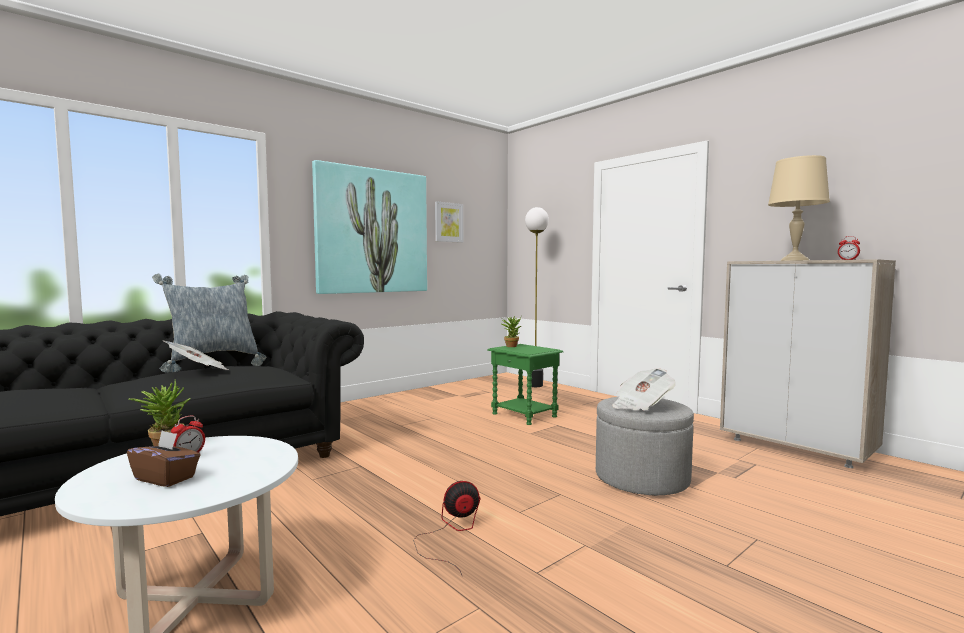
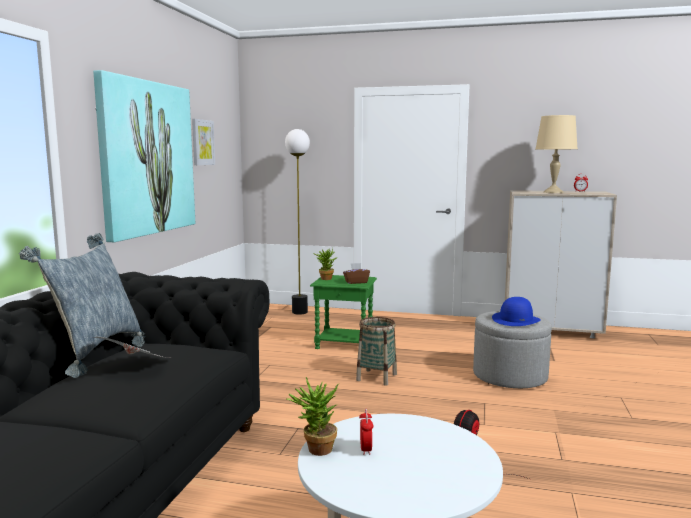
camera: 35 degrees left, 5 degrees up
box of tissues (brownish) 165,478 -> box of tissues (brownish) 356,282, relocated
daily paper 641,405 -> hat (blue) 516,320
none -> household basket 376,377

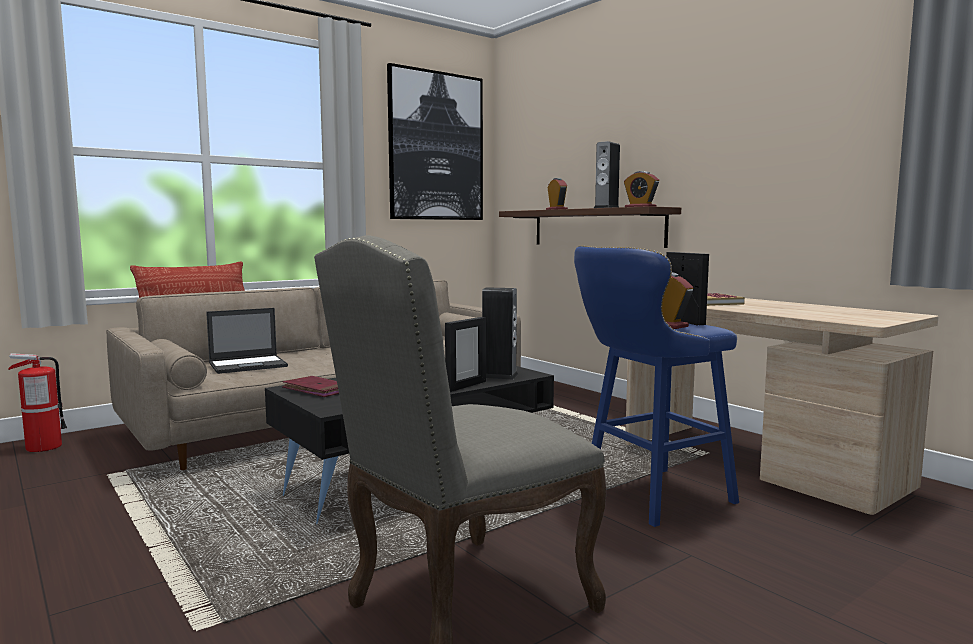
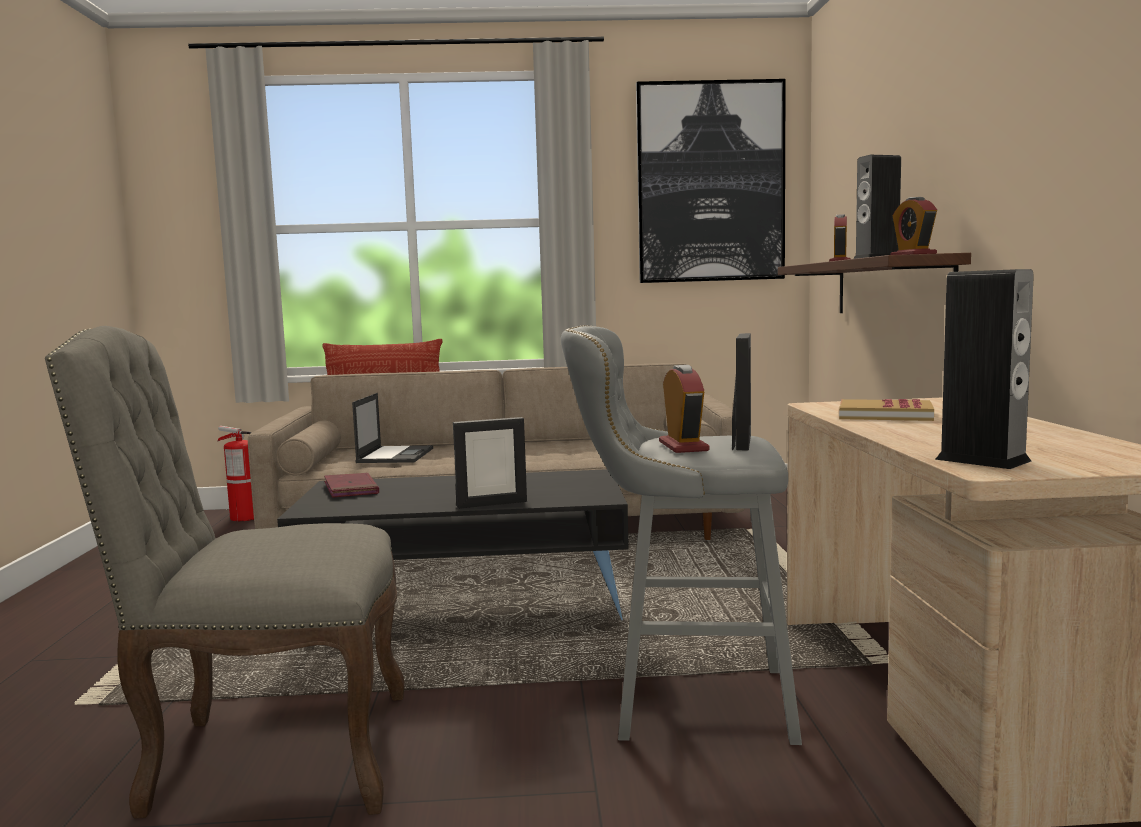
camera: 35 degrees right, 0 degrees up
portable computer 249,365 -> portable computer 395,455, 90 degrees counterclockwise
loudspeaker 499,376 -> loudspeaker 982,460, relocated
stool (blue) 645,498 -> stool (greyish) 677,701

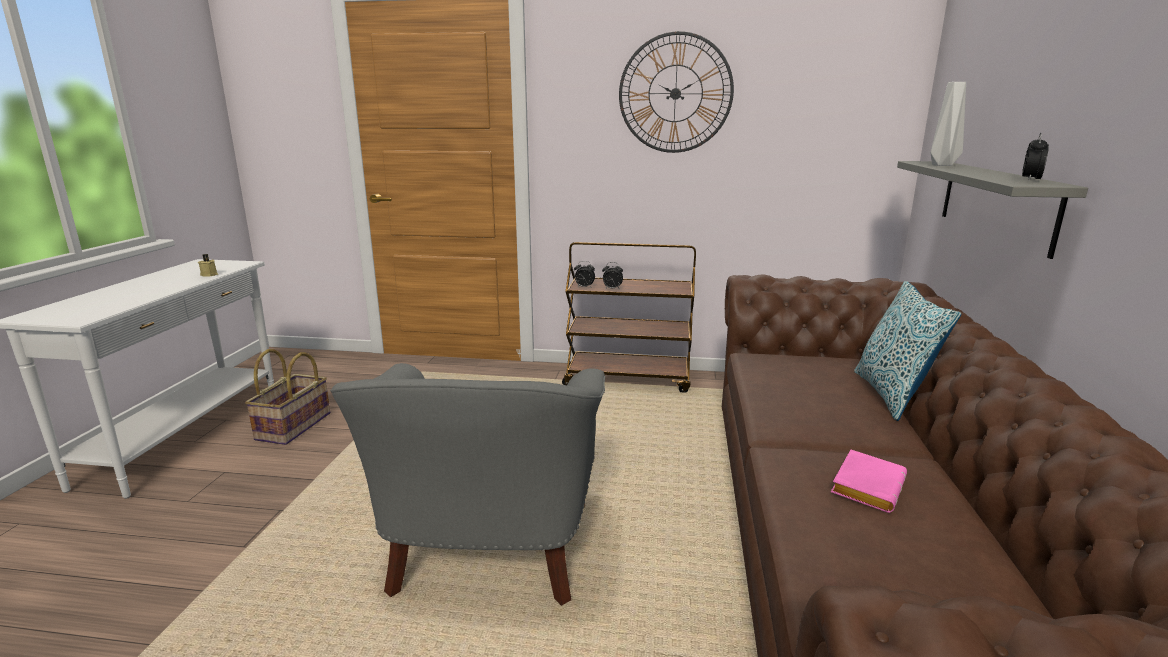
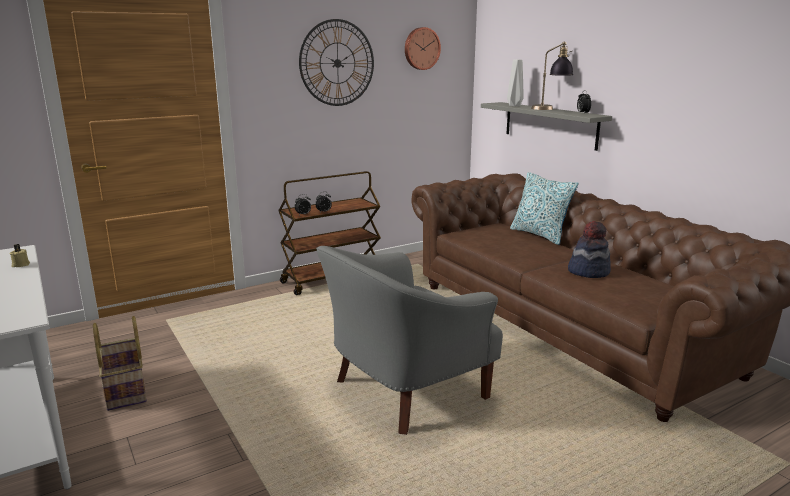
camera: 40 degrees left, 0 degrees up
easy chair (greyish) 489,552 -> easy chair (greyish) 403,391, 90 degrees clockwise
volume (pink) 865,485 -> hat 588,271
none -> hanging clock 421,48
none -> tabletop lamp 550,109

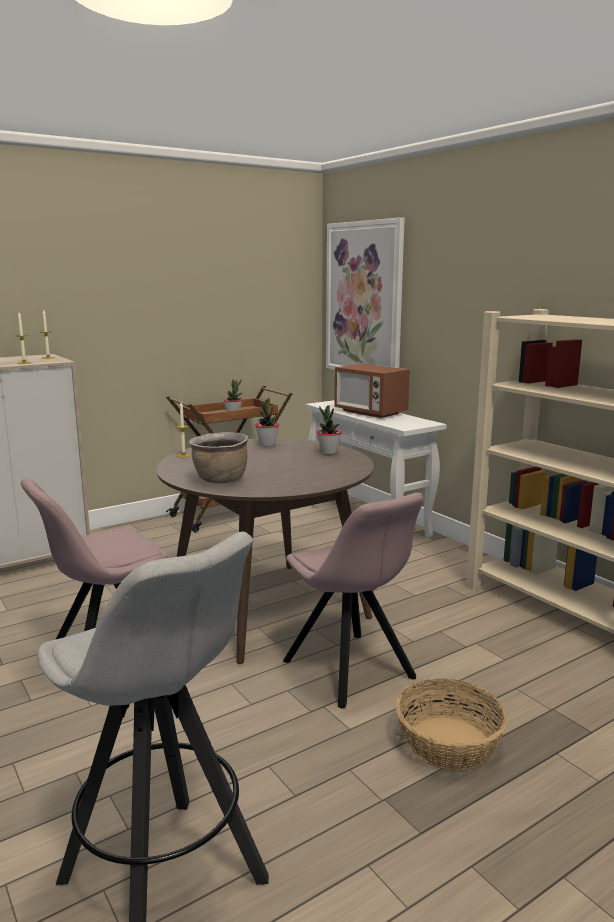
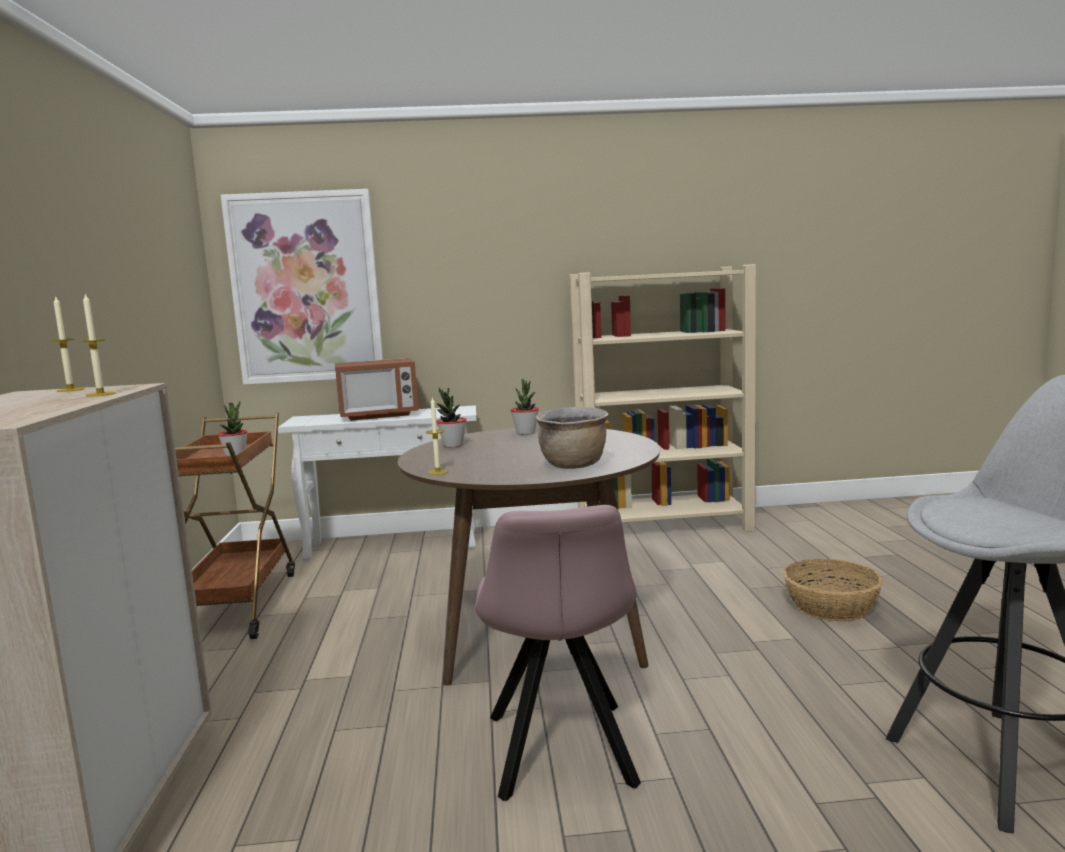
camera: 60 degrees left, 5 degrees down
plain chair (pink) 350,669 -> none

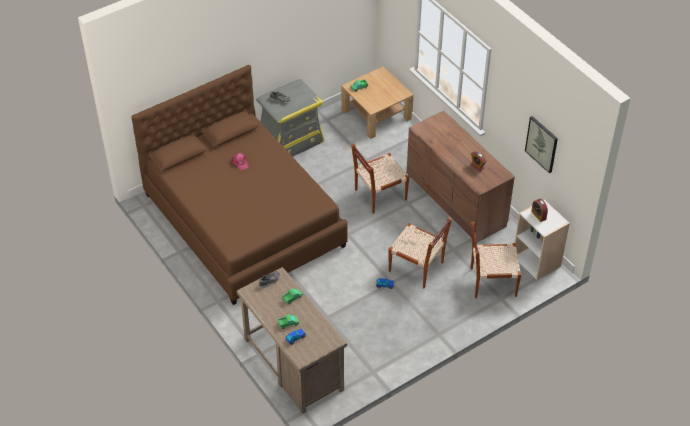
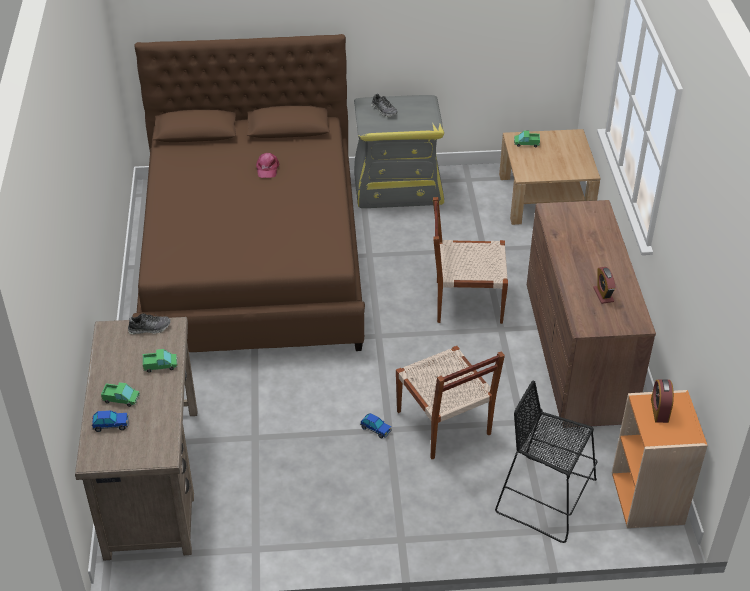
camera: 30 degrees right, 5 degrees down
plain chair 491,282 -> stool (black) 547,497
bookcase (white) 537,261 -> bookcase (orangey) 648,499
wall picture 542,144 -> none

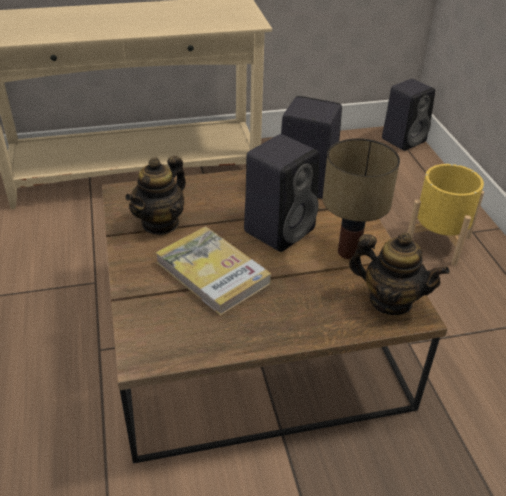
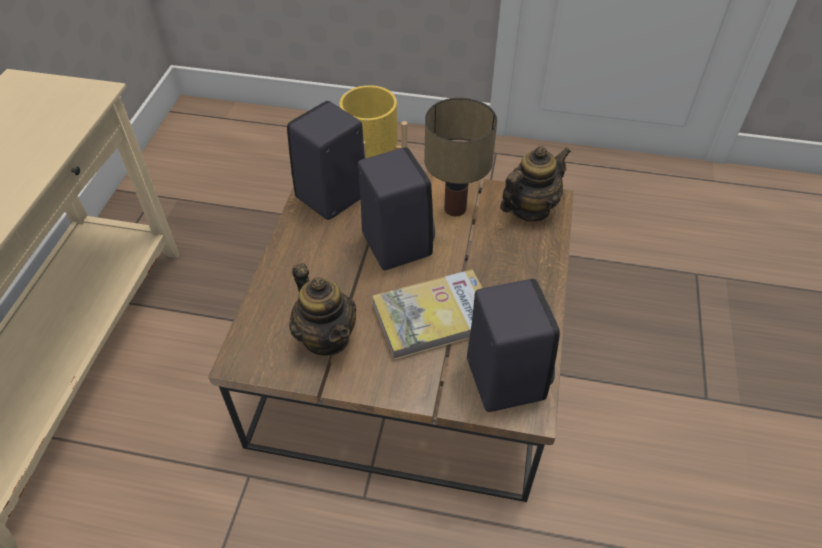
camera: 65 degrees left, 10 degrees up
loudspeaker (black) 404,139 -> loudspeaker (black) 503,376, relocated

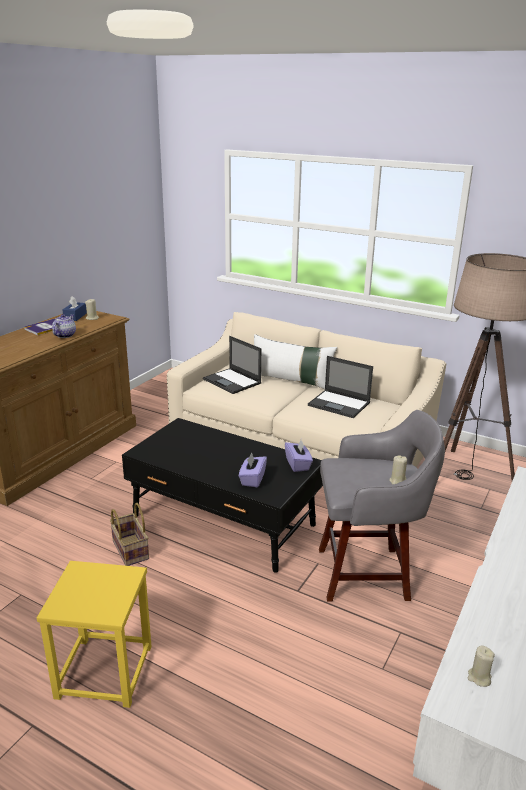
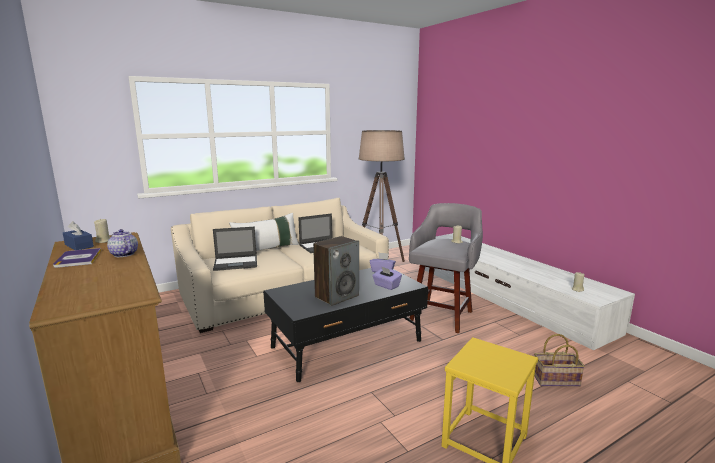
camera: 60 degrees left, 10 degrees down
household basket 129,549 -> household basket 555,380, relocated
none -> loudspeaker 337,296

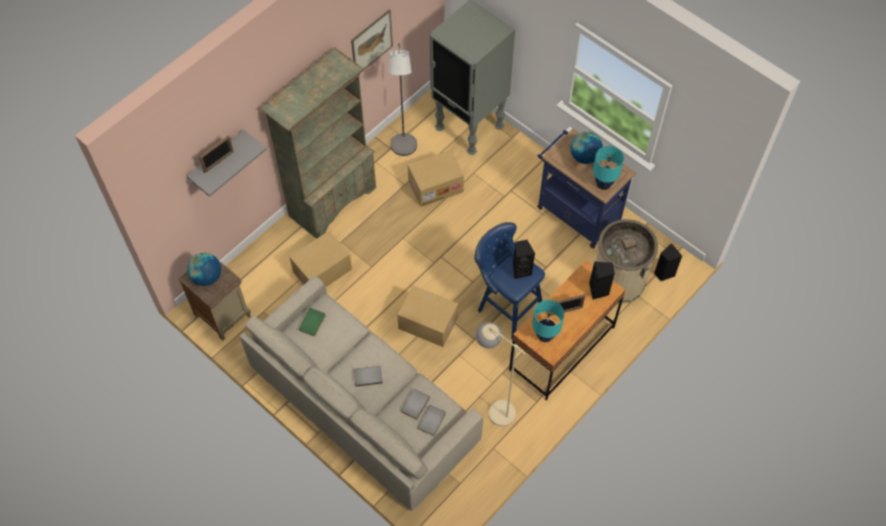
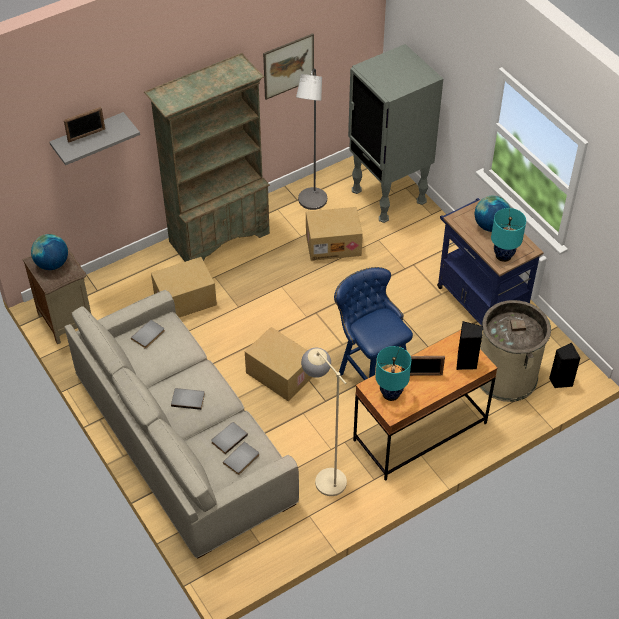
camera: 15 degrees right, 10 degrees down
volume (green) 313,323 -> volume (greyish) 149,335
loudspeaker (black) 521,270 -> none

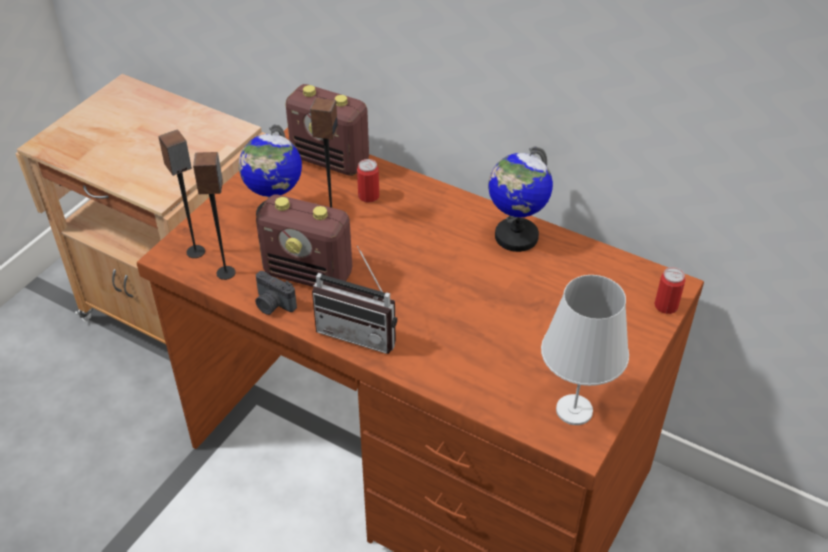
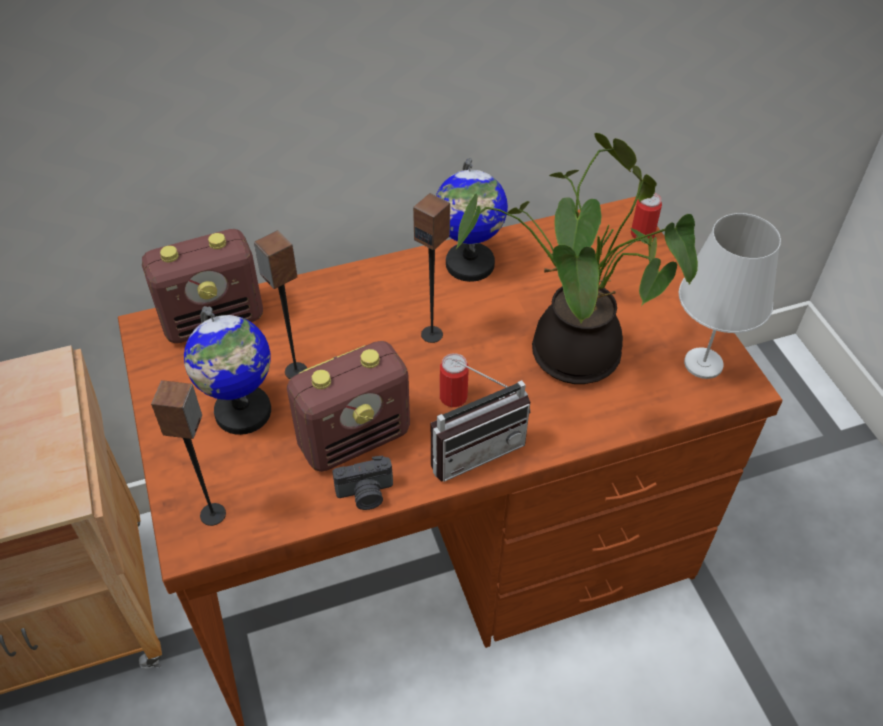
camera: 50 degrees left, 5 degrees up
loudspeaker 226,273 -> loudspeaker 432,334, relocated
sealed can 368,196 -> sealed can 453,397, relocated
none -> plant in a pot 567,357

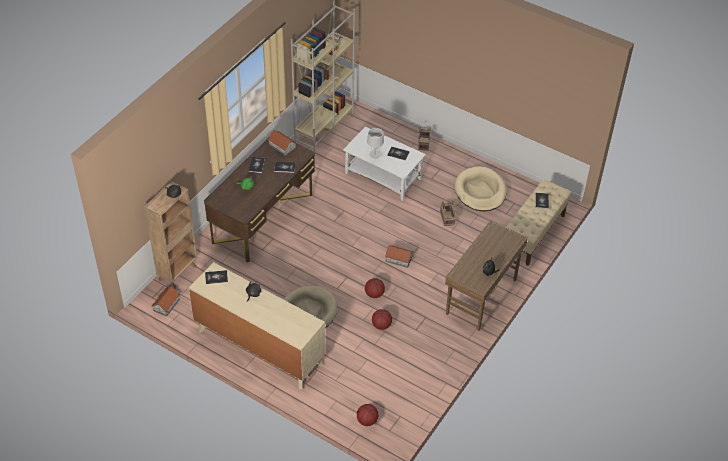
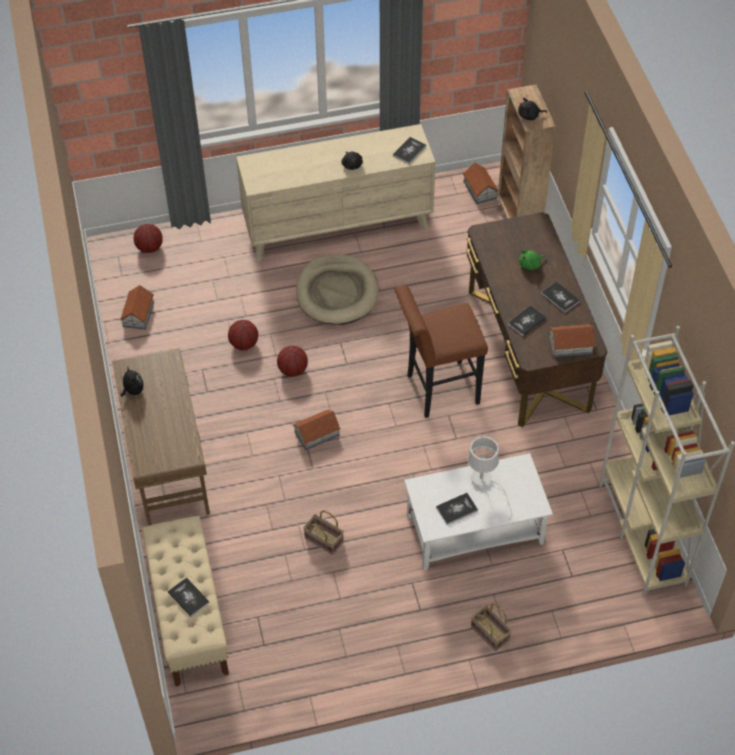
camera: 135 degrees right, 5 degrees up
pet bed (beige-coloured) 480,191 -> none
none -> model house 138,314
none -> stool (brownish) 437,390

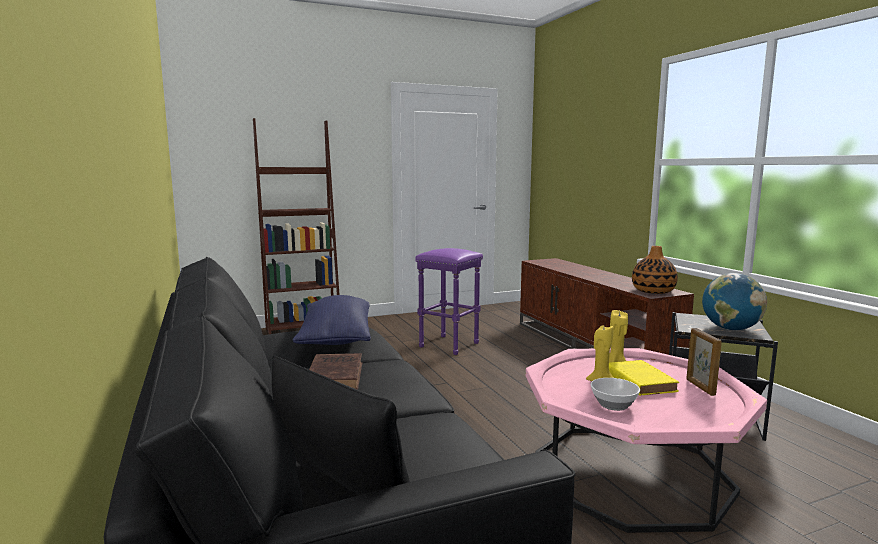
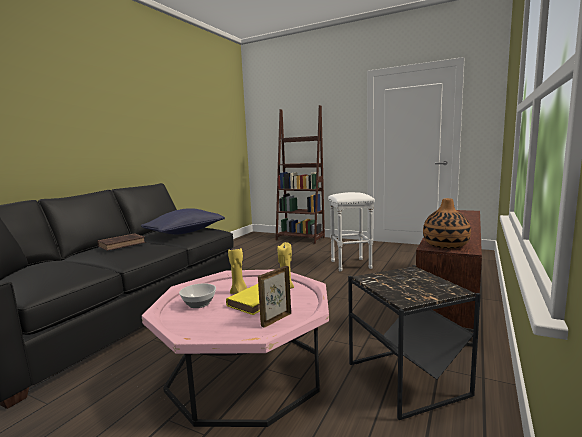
camera: 50 degrees right, 0 degrees up
stool (purplish) 450,344 -> stool (white) 352,265
world globe 730,329 -> none

